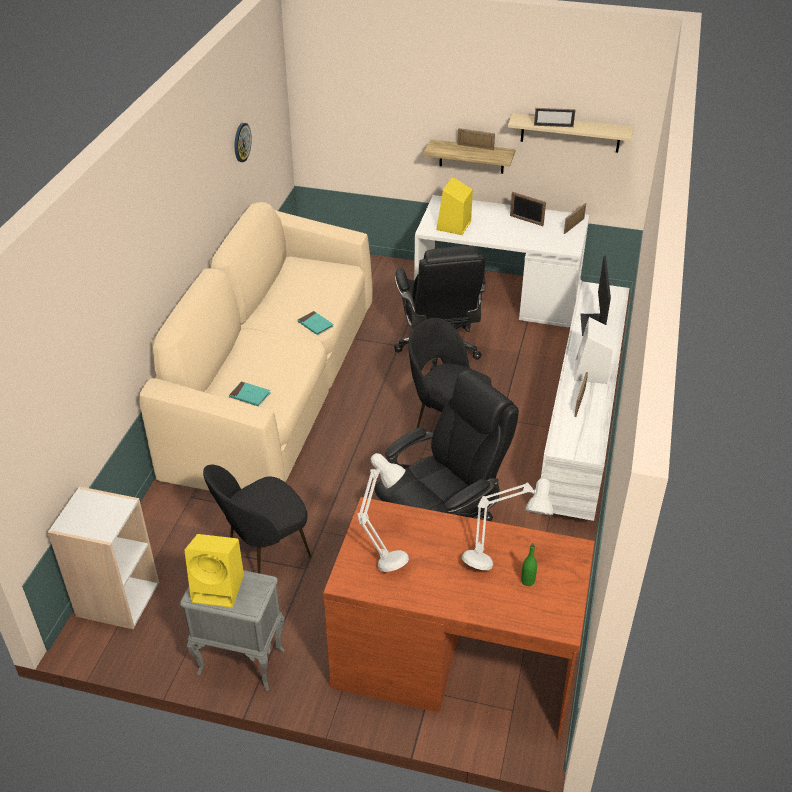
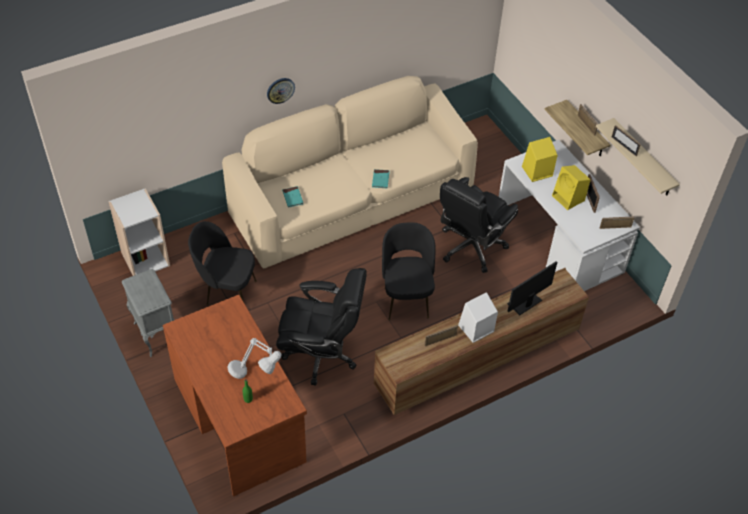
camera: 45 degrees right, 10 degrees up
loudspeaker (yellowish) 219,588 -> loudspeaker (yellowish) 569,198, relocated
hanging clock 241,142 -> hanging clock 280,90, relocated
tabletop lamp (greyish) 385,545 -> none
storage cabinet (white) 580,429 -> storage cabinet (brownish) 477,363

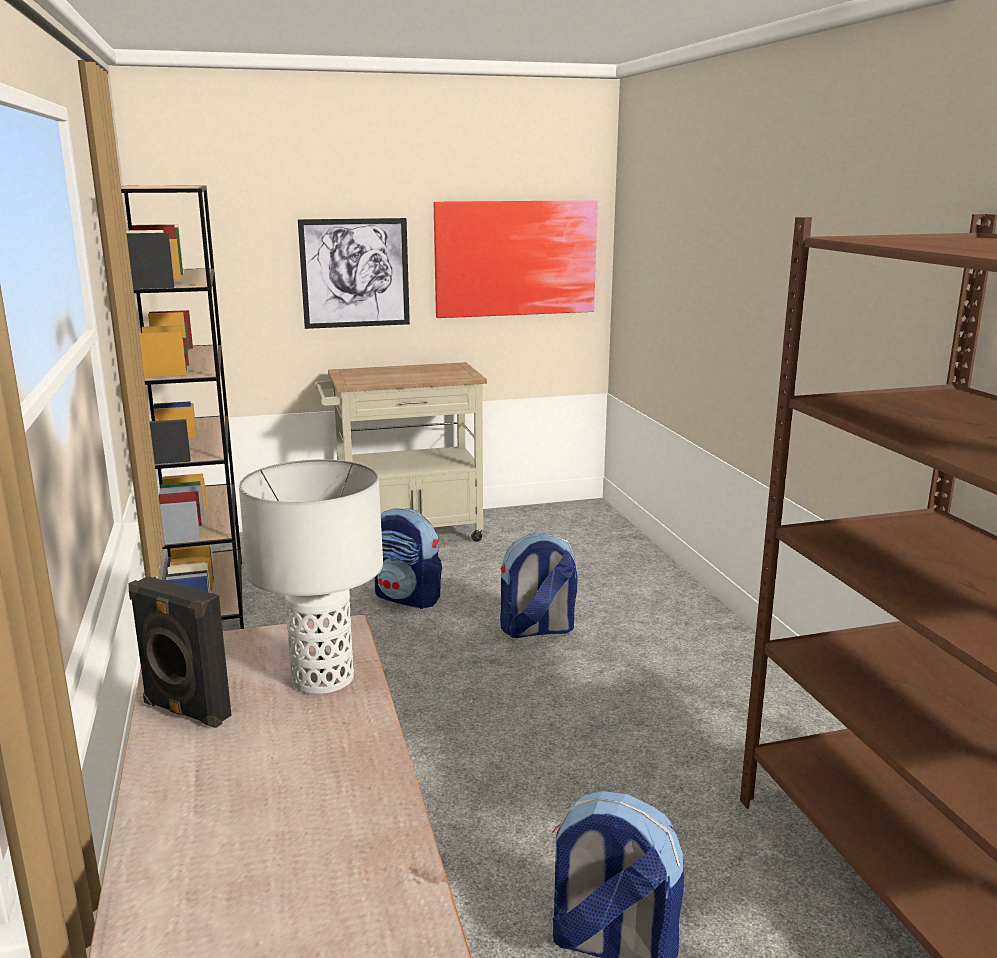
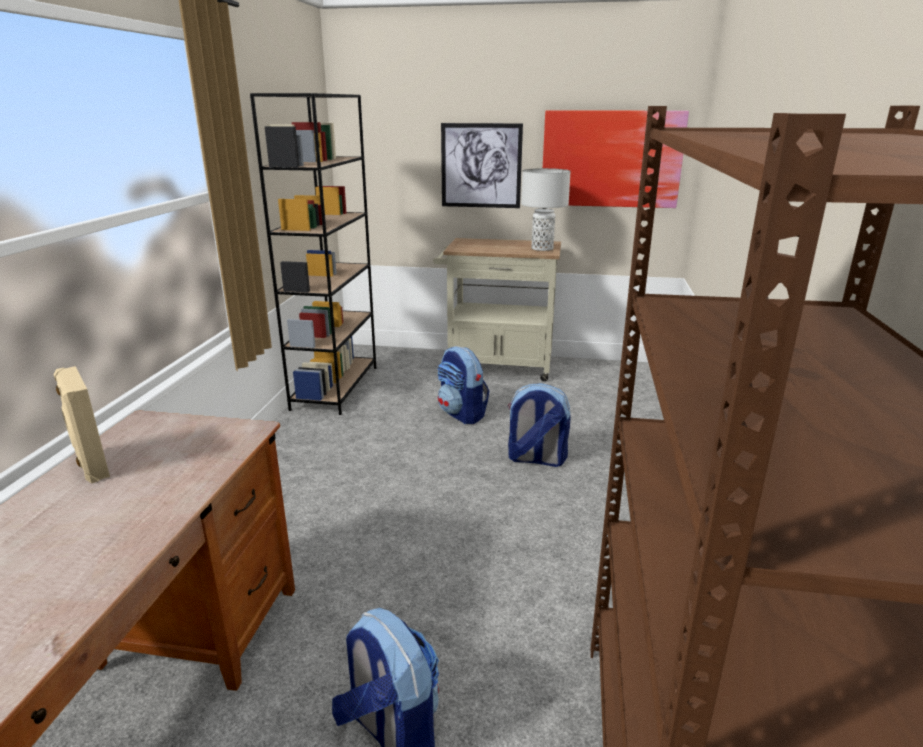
camera: 25 degrees right, 5 degrees up
loudspeaker (black) 185,711 -> loudspeaker (beige-coloured) 91,466
tabletop lamp (white) 322,677 -> tabletop lamp (white) 542,248, relocated

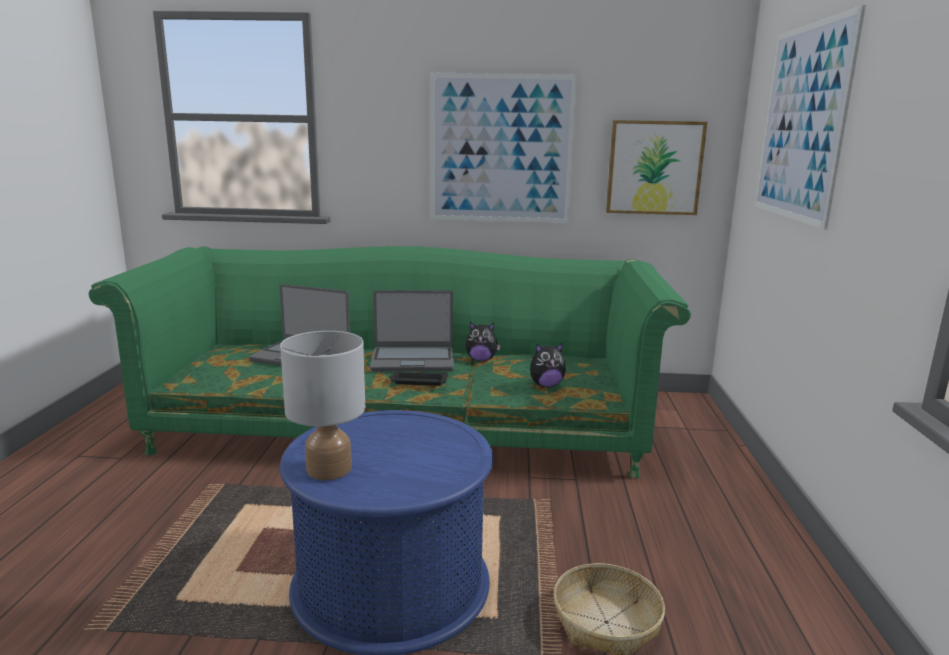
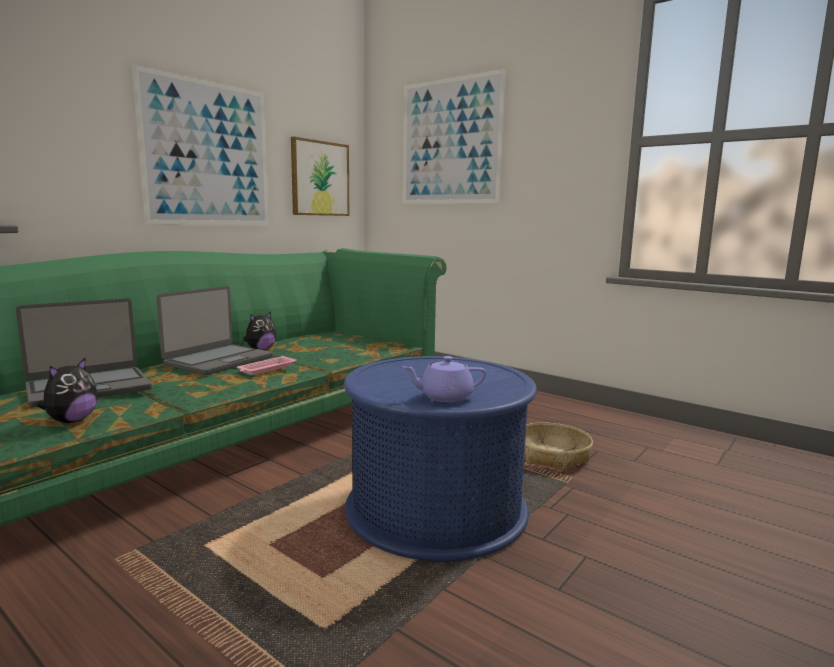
camera: 55 degrees left, 5 degrees down
tabletop lamp (greyish) 328,469 -> pot for tea (purplish) 444,397
serving tray (black) 418,382 -> serving tray (pink) 266,369
cuddly toy 546,385 -> cuddly toy 71,421, relocated

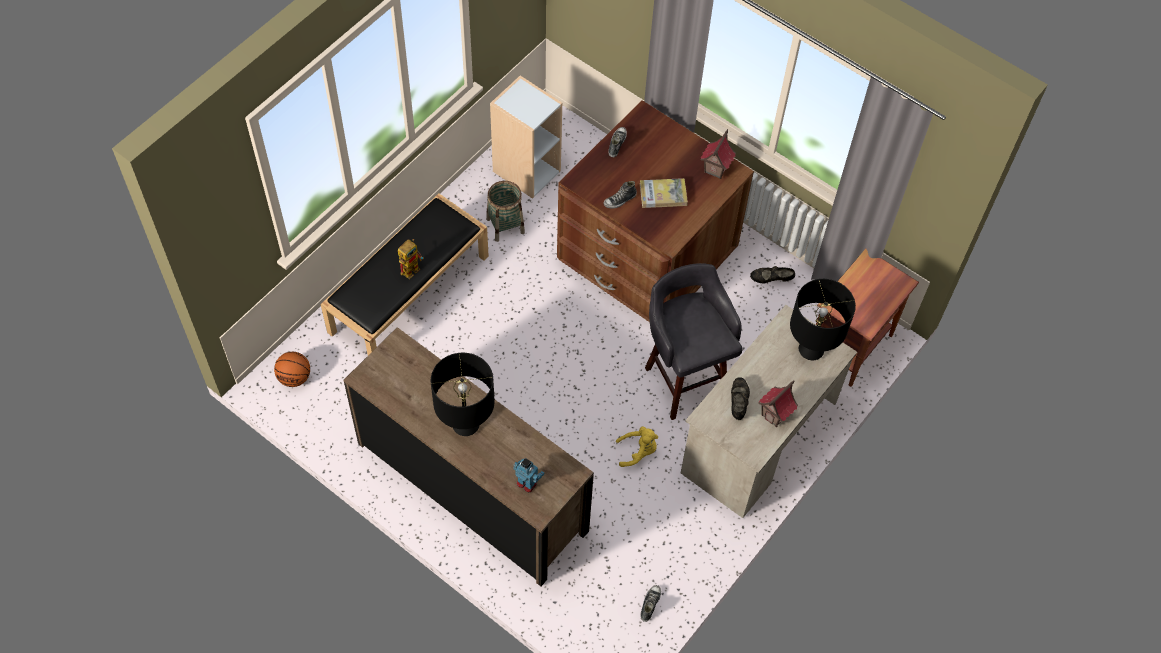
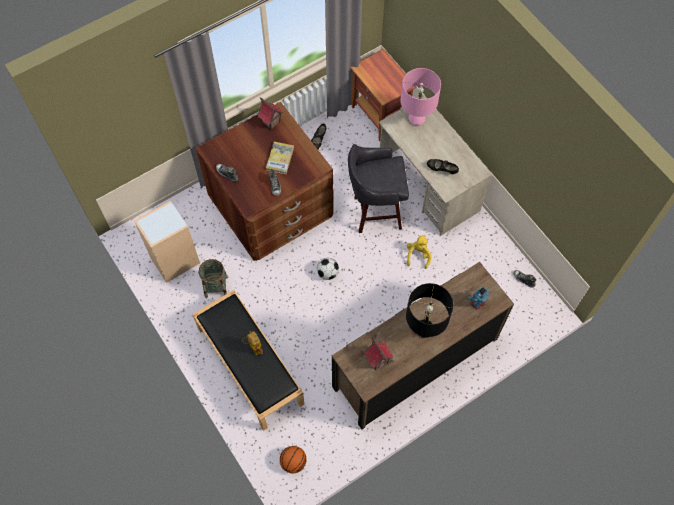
camera: 70 degrees left, 5 degrees up
model house 775,415 -> model house 378,360, relocated
tabletop lamp (black) 810,350 -> tabletop lamp (pink) 416,119
none -> ball for football 328,273

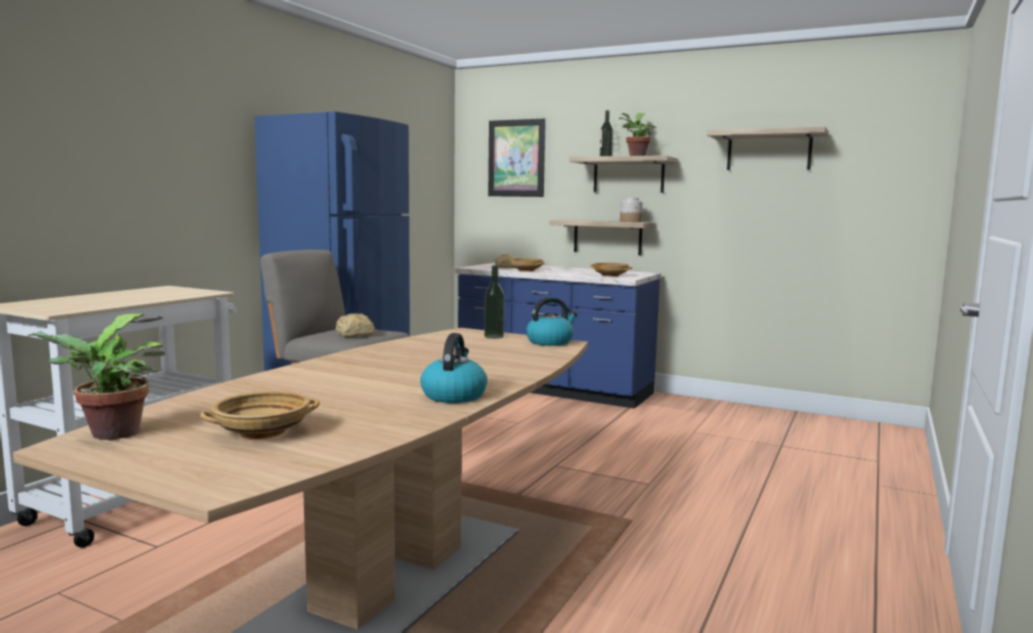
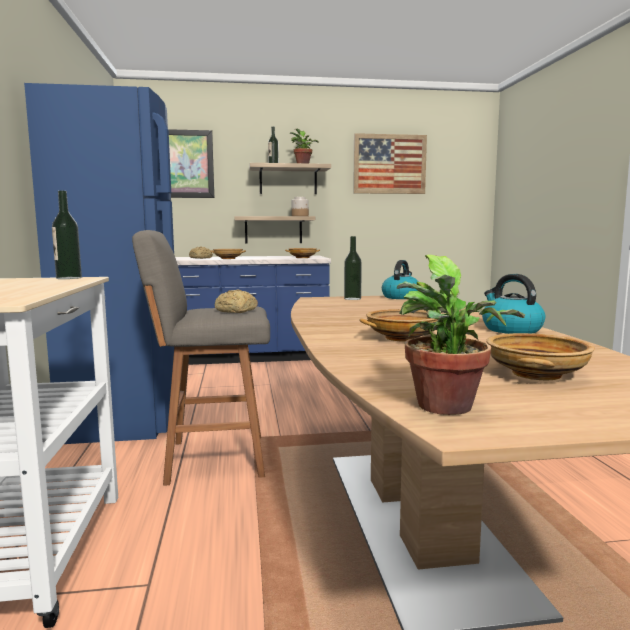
camera: 35 degrees left, 0 degrees up
wall shelf 769,151 -> wall picture 389,164
none -> bottle 69,278
none -> bowl (beige-coloured) 402,338

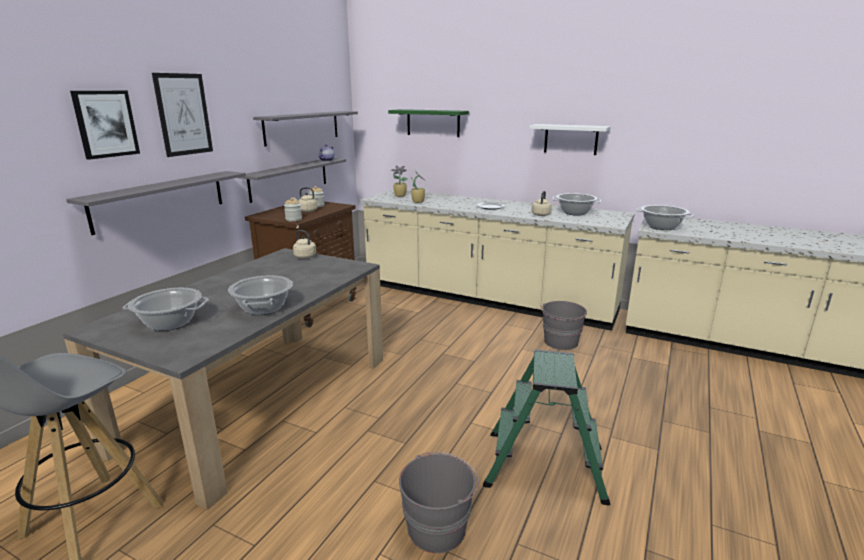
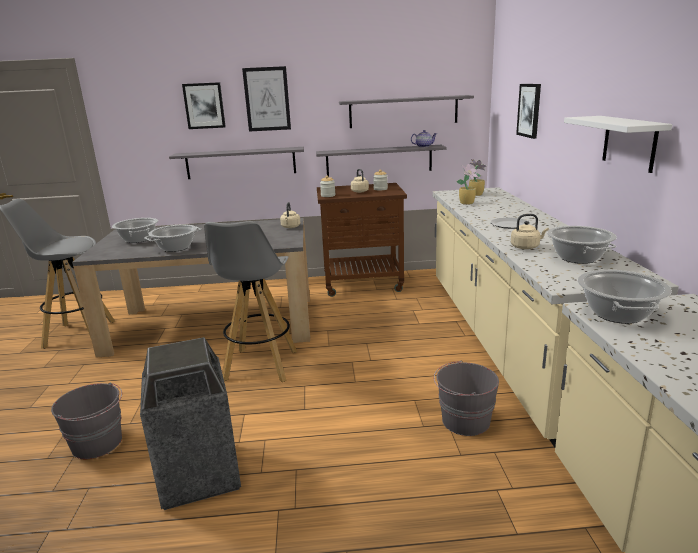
camera: 60 degrees right, 0 degrees up
wall shelf (green) 433,123 -> wall picture 529,110
step stool (green) 545,466 -> waste bin 199,475
none -> stool (greyish) 260,366

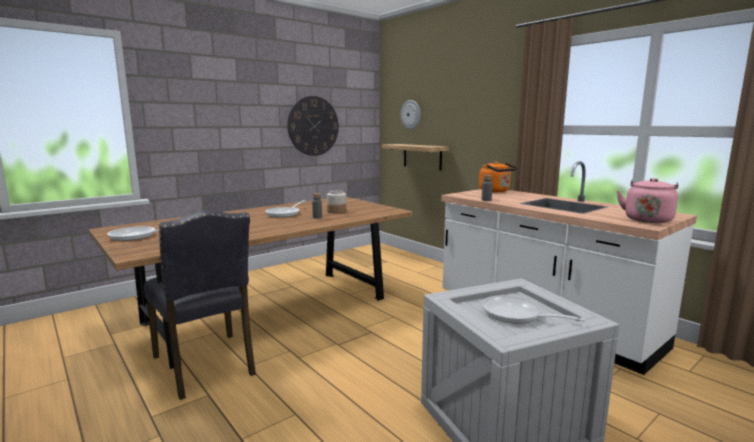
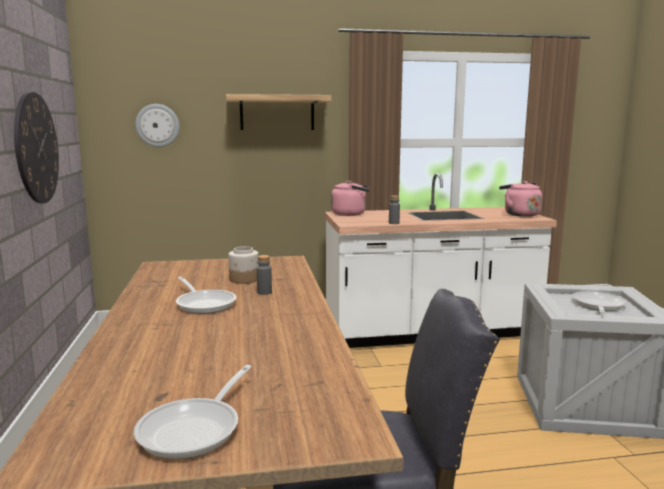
camera: 60 degrees left, 0 degrees up
wall shelf 422,156 -> wall shelf 277,113, relocated
water kettle (orangey) 496,191 -> water kettle (pink) 351,214
frying pan 516,315 -> frying pan 598,306, 135 degrees clockwise

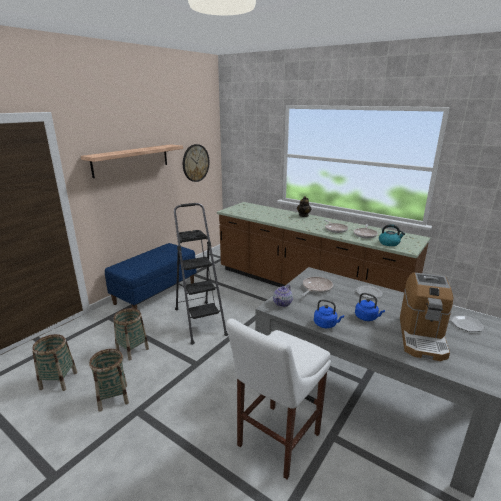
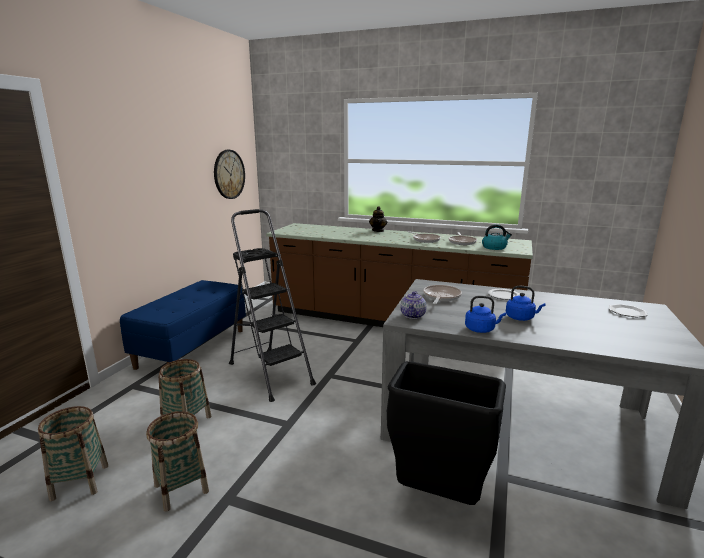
camera: 15 degrees left, 5 degrees down
wall shelf 131,160 -> none
stool (white) 275,442 -> waste bin (black) 438,497
coffee brewer 422,337 -> none

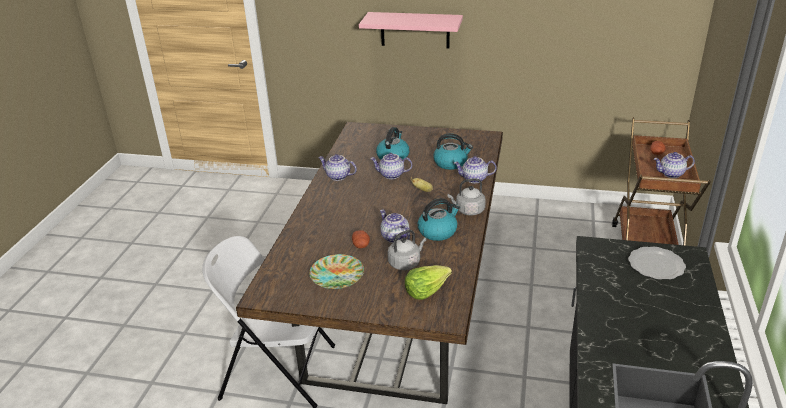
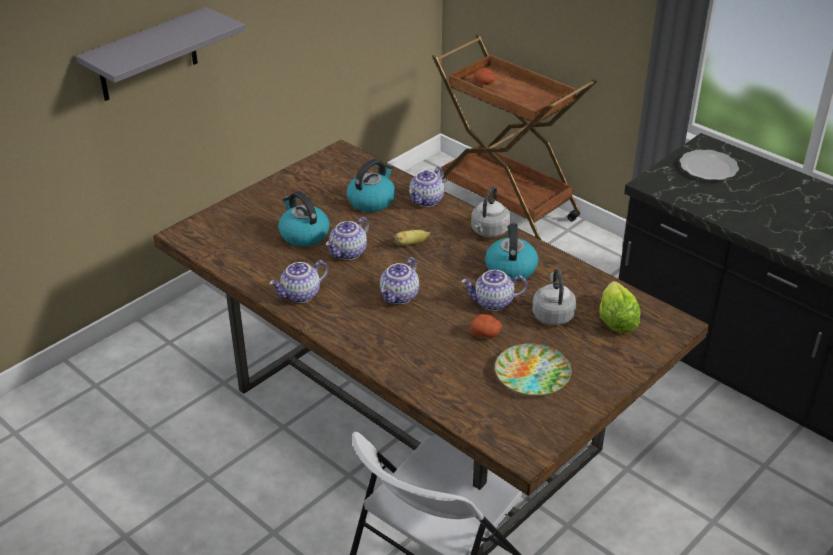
camera: 60 degrees left, 5 degrees up
wall shelf (pink) 415,30 -> wall shelf (greyish) 147,55
pot for tea 671,174 -> pot for tea 400,296, relocated

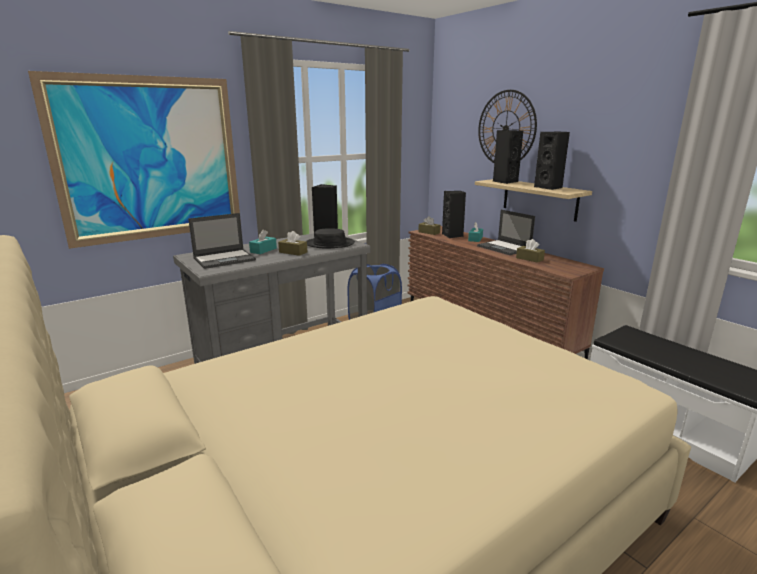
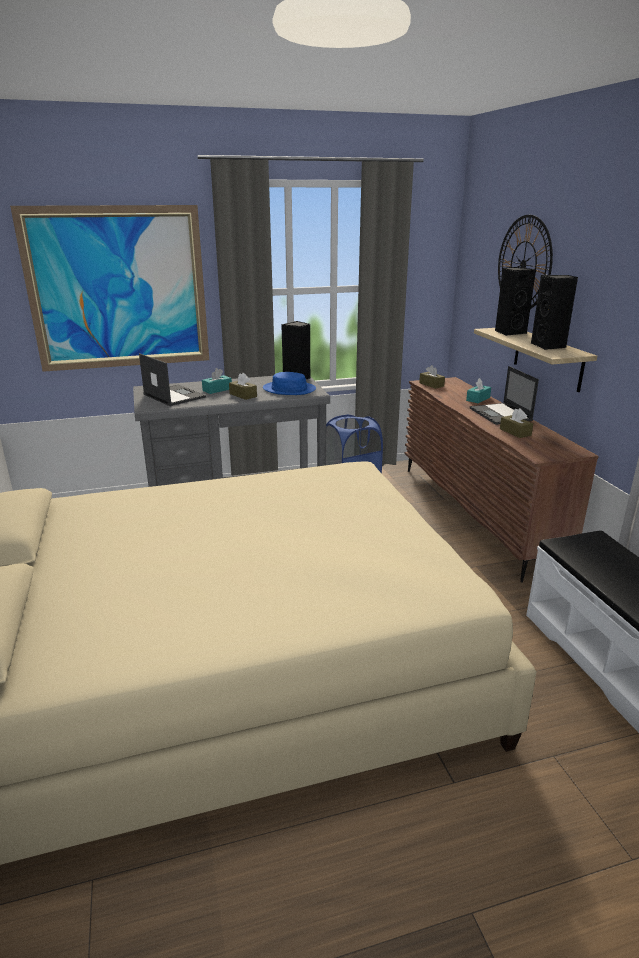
camera: 20 degrees right, 5 degrees up
portable computer 225,259 -> portable computer 173,396, 120 degrees counterclockwise
hat (black) 330,244 -> hat (blue) 289,389
loudspeaker (black) 453,235 -> none

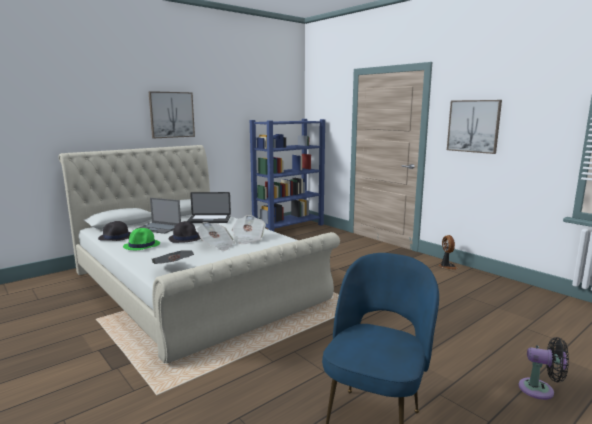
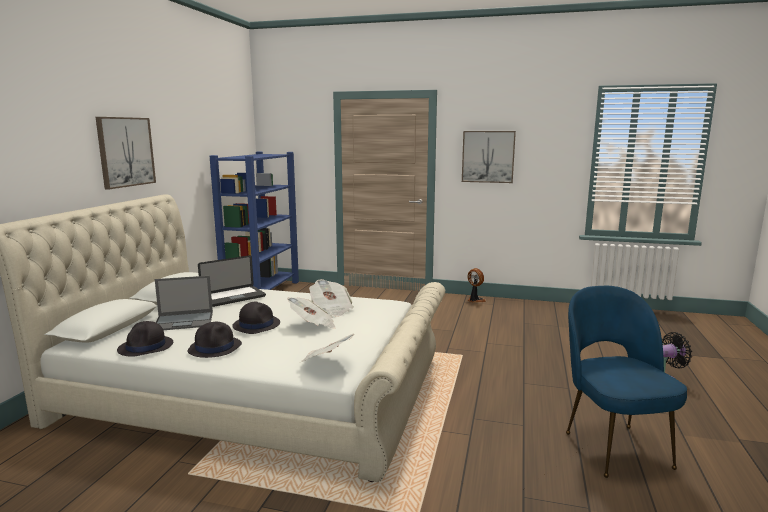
camera: 35 degrees left, 0 degrees up
hat (green) 142,245 -> hat (black) 215,348

